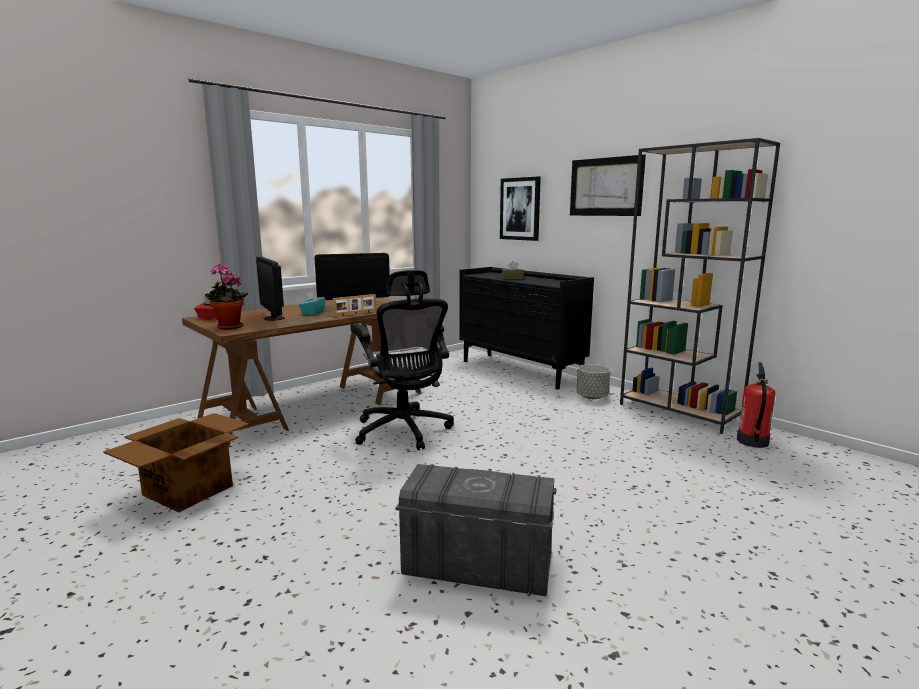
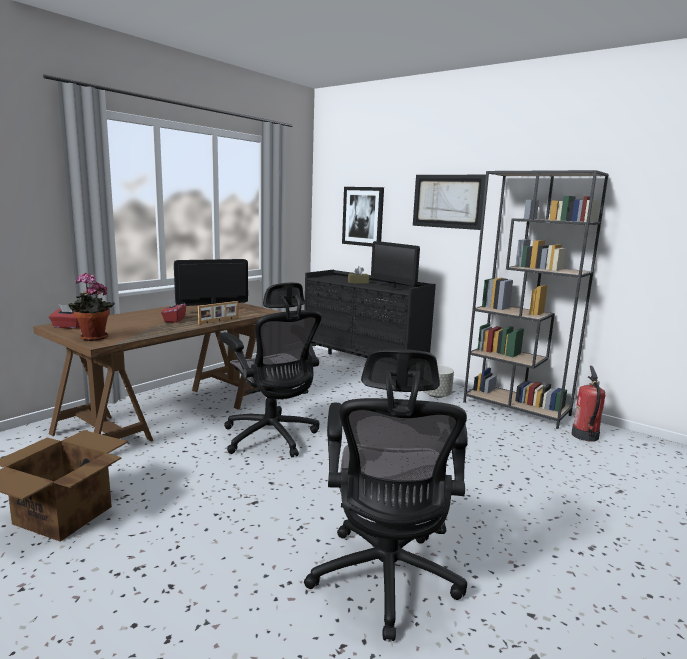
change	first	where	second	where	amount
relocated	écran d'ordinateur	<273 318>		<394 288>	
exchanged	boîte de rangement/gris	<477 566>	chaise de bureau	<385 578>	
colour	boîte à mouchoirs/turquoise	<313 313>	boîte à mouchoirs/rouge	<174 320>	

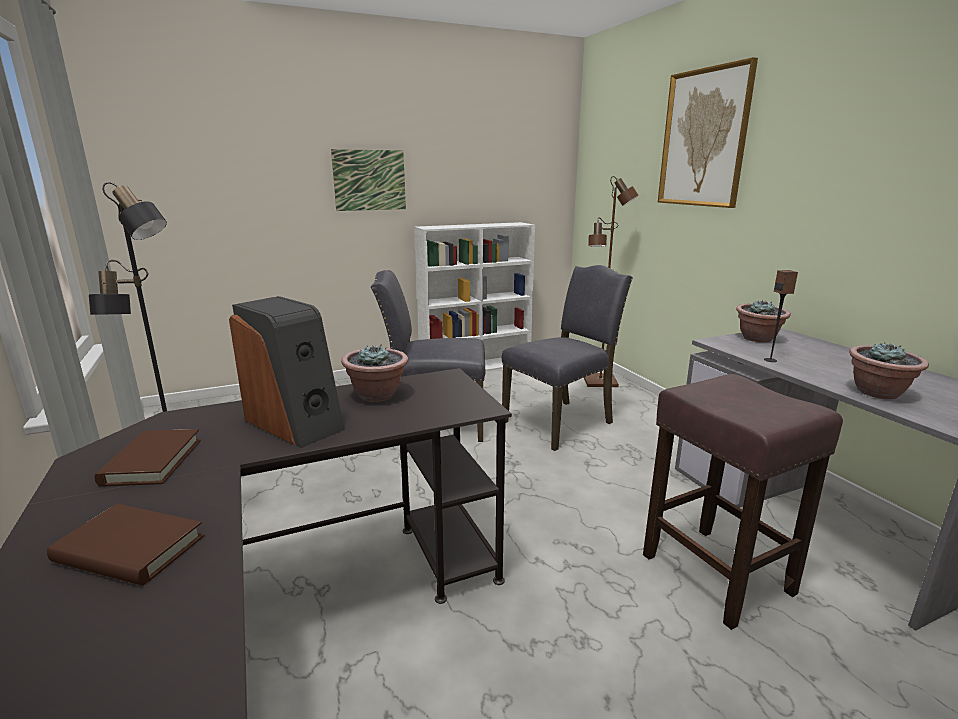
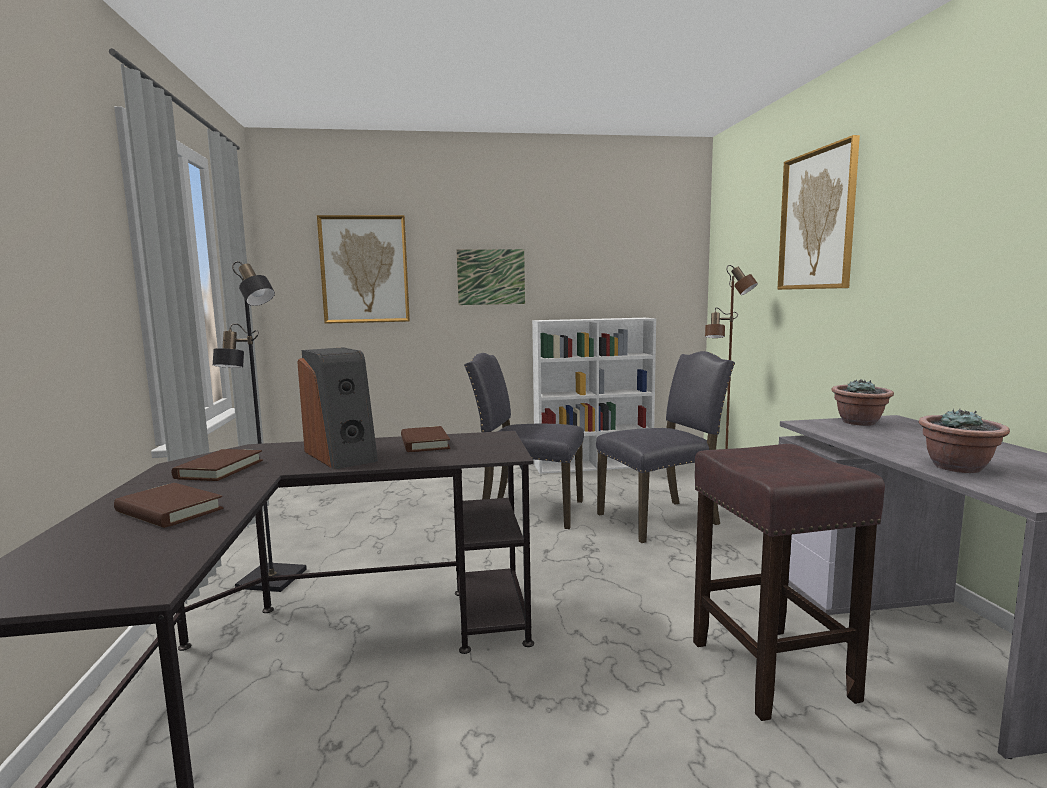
change	first	where	second	where	amount
missing	enceinte	<770 360>			
appeared			tableau	<364 269>	
exchanged	plante en pot	<377 395>	livre/marron	<424 443>	

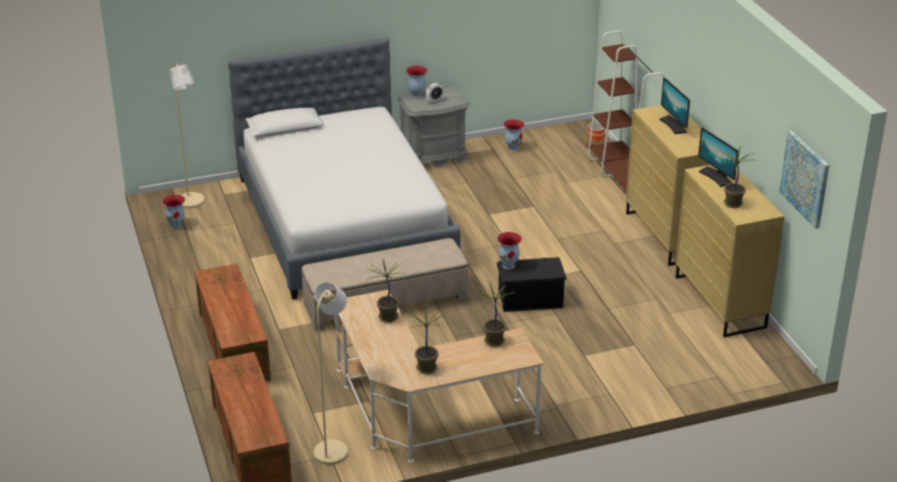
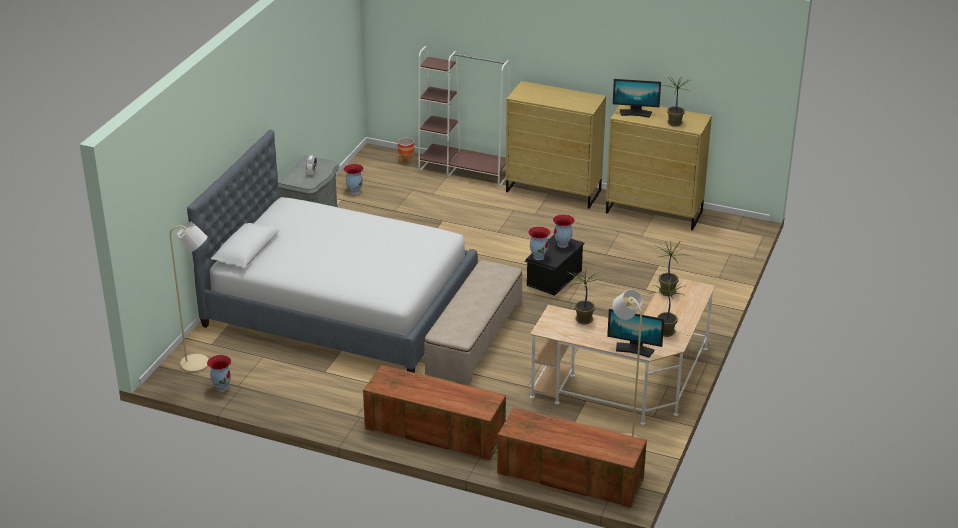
change	first	where	second	where	amount
missing	tableau	<805 178>			
relocated	vase	<417 95>		<563 244>	
relocated	écran d'ordinateur	<674 125>		<634 349>	

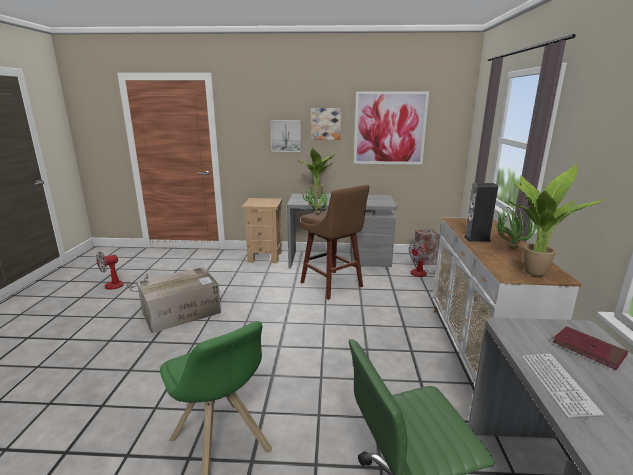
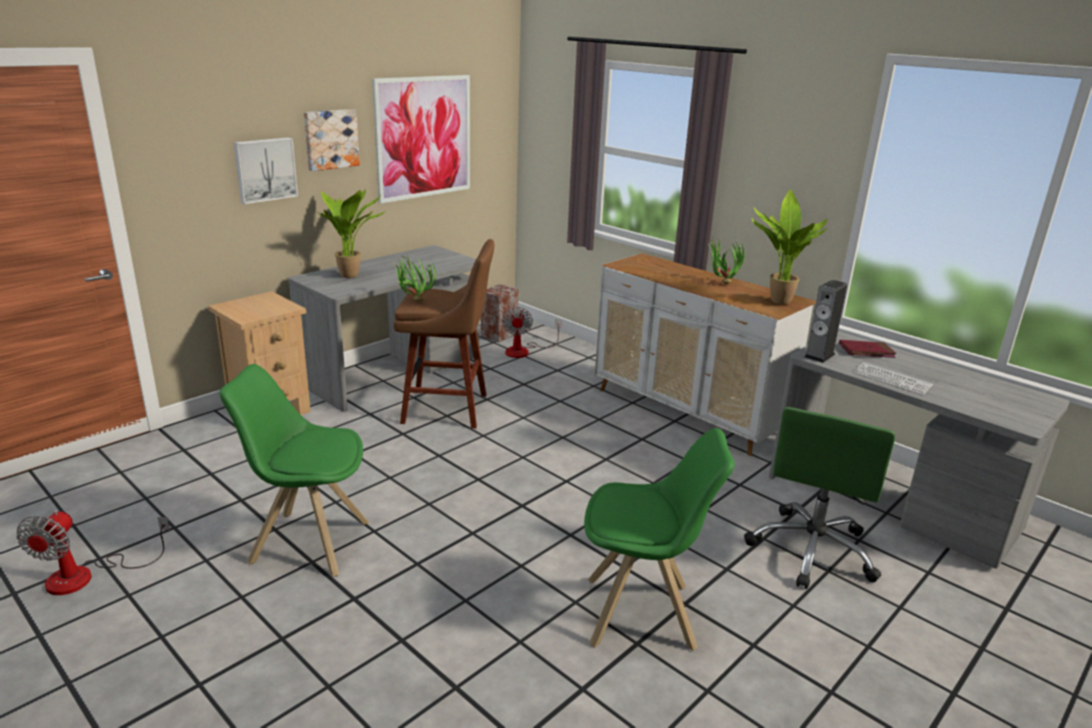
change	first	where	second	where	amount
relocated	enceinte	<477 239>		<819 355>	
exchanged	carton	<182 311>	chaise/vert	<309 542>	

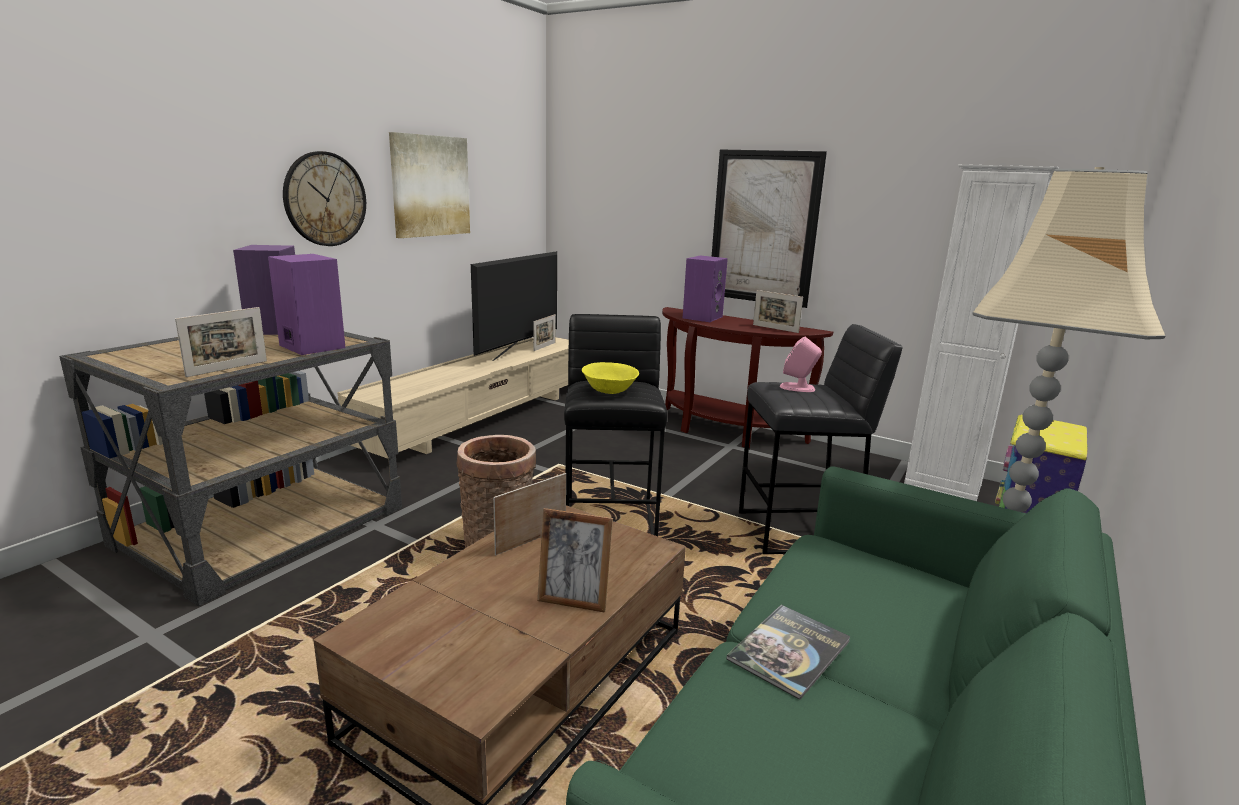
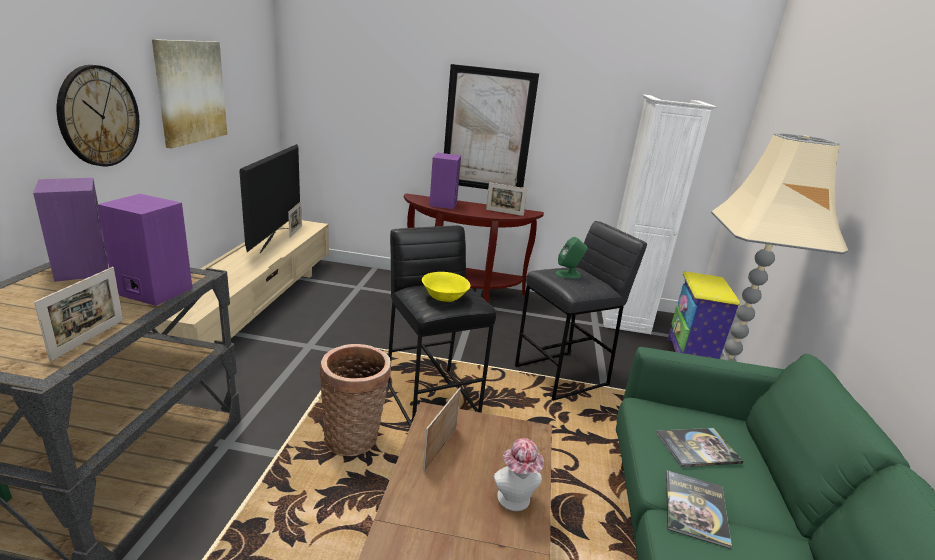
change	first	where	second	where	amount
appeared			livre	<697 448>	
exchanged	cadre photo	<573 600>	chapeau	<515 501>	
colour	enceinte/rose	<798 388>	enceinte/vert	<569 274>	

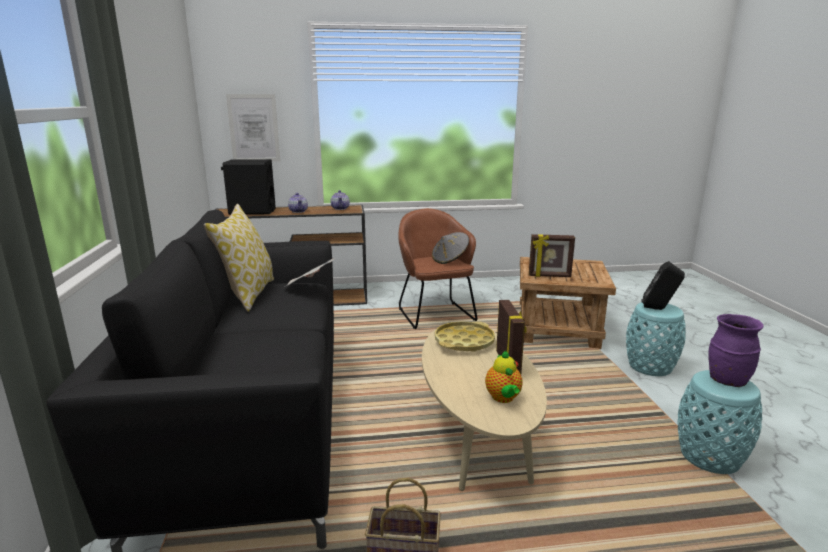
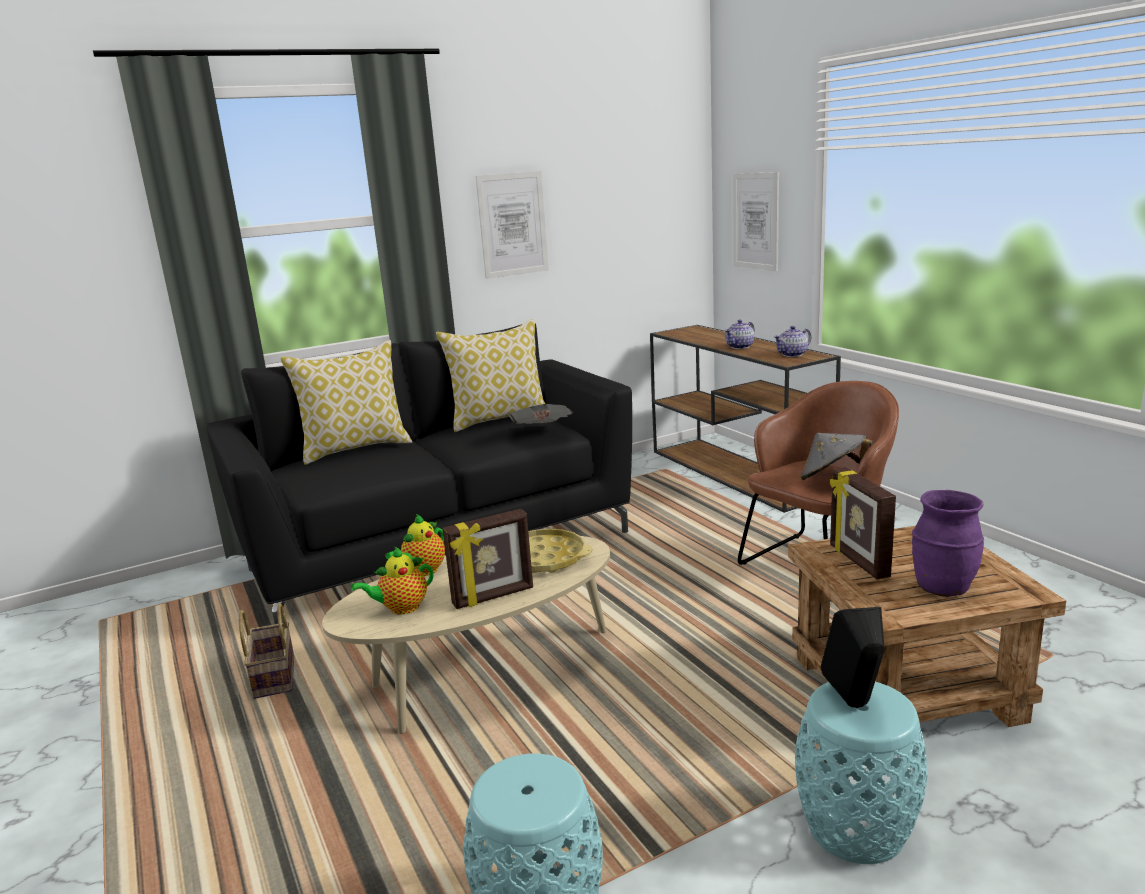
change	first	where	second	where	amount
missing	enceinte/noir	<252 211>			
appeared			coussin	<356 448>	
appeared			théière	<422 571>	
appeared			tableau	<512 224>	
relocated	vase/violet	<726 380>		<942 587>	

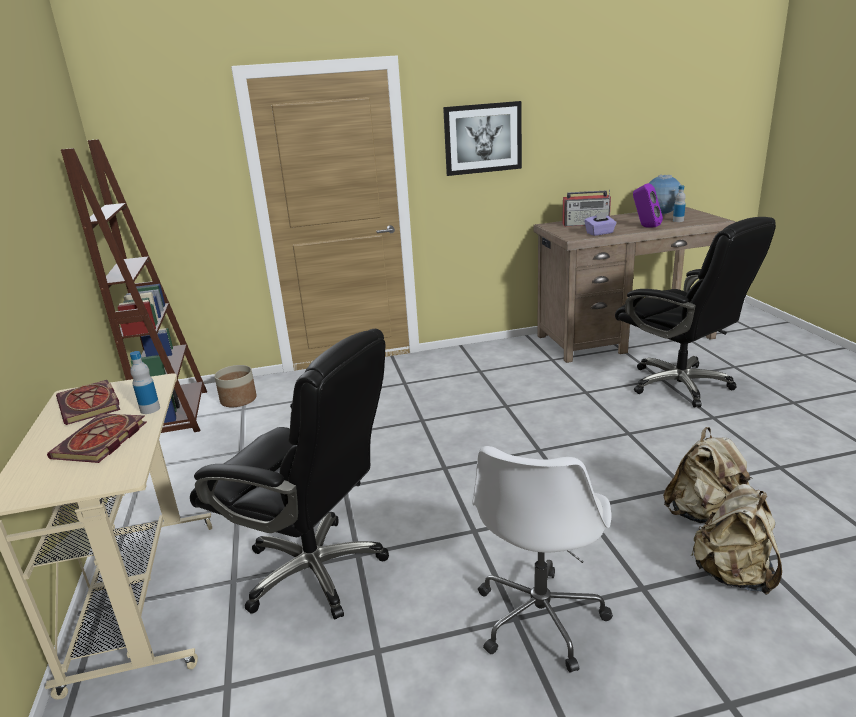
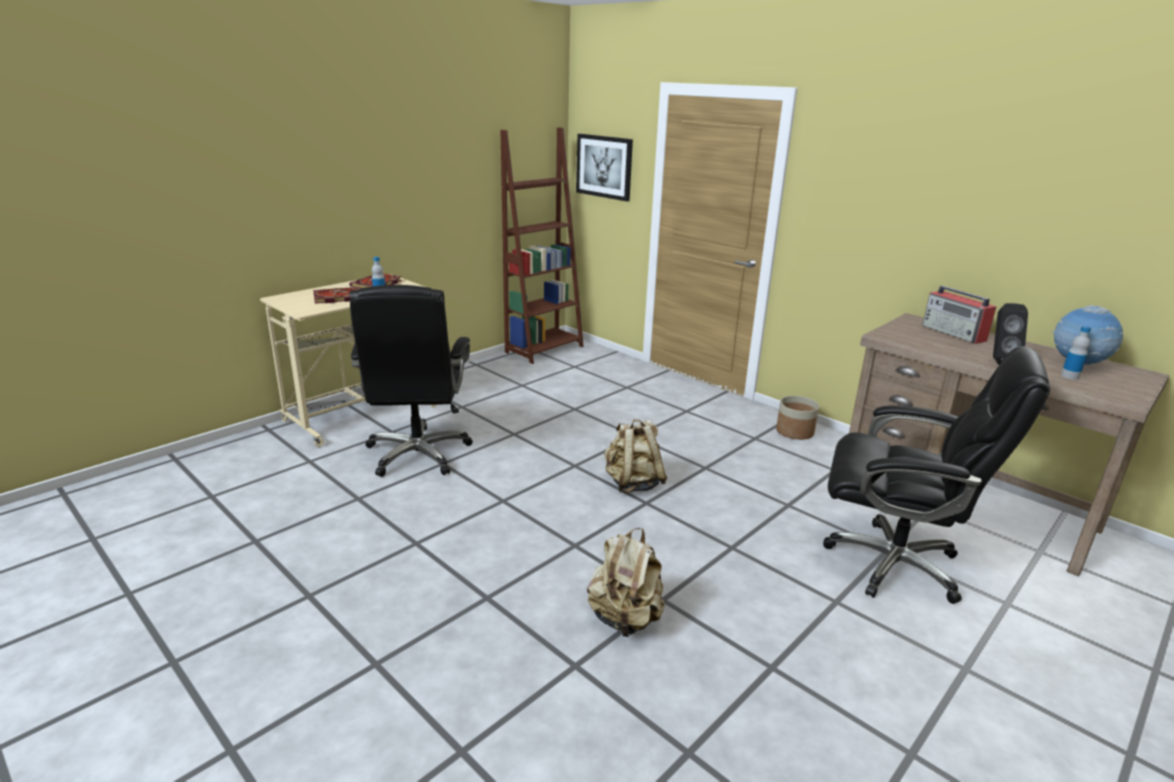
change	first	where	second	where	amount
missing	chaise de bureau/blanc	<539 622>			
missing	boîte à mouchoirs/violet	<600 233>			
relocated	cache-pot	<238 400>		<794 432>	
relocated	tableau	<482 138>		<604 166>	
relocated	sac à dos/beige	<733 574>		<633 484>	
colour	enceinte/violet	<645 227>	enceinte/noir	<999 362>	
spun	chaise de bureau/noir	<677 383>		<890 563>	90 degrees counterclockwise

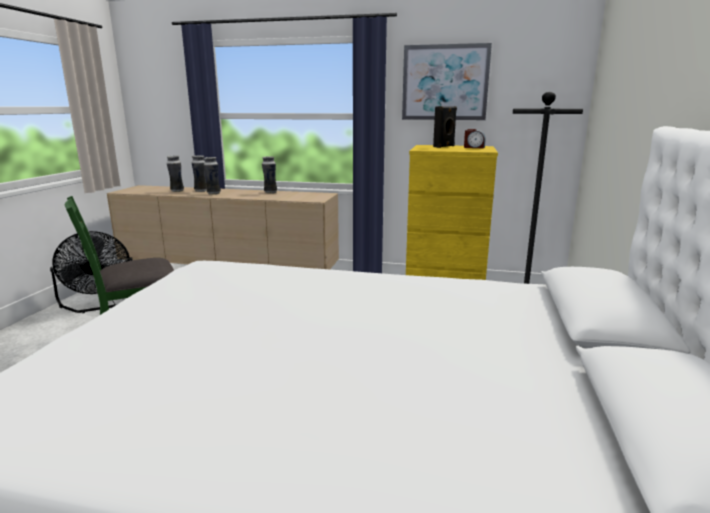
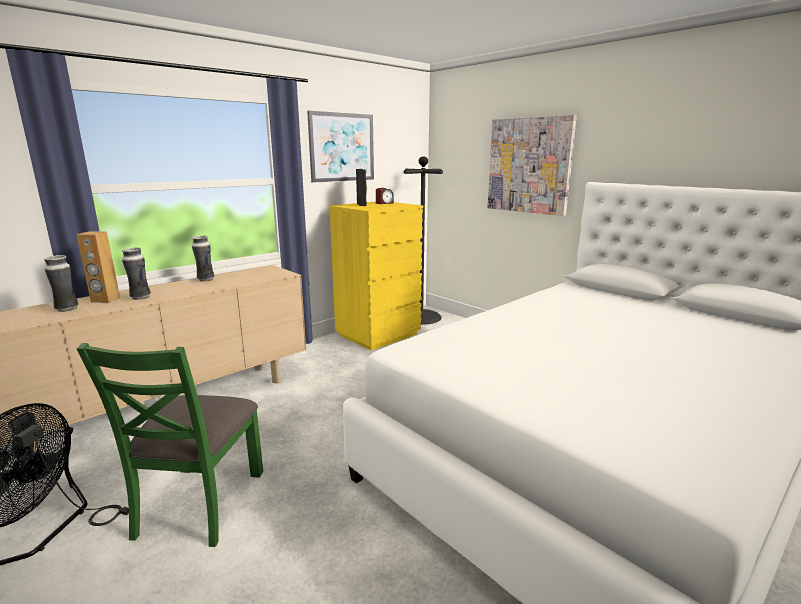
change	first	where	second	where	amount
appeared			tableau	<529 165>	
exchanged	vase	<201 191>	enceinte/marron	<105 300>	

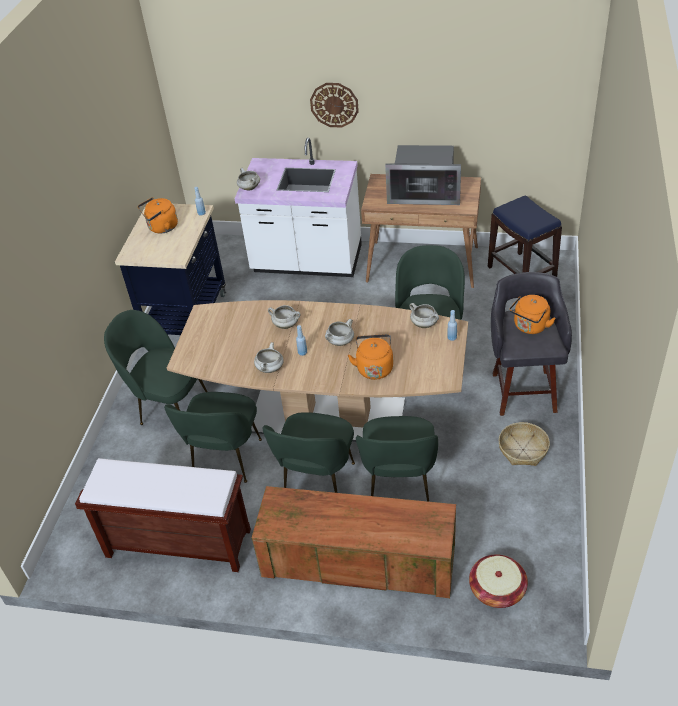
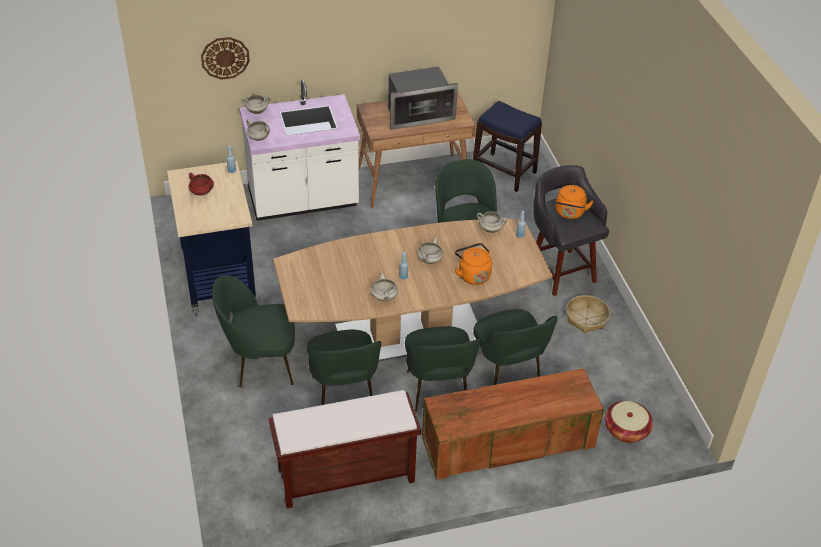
change	first	where	second	where	amount
relocated	marmite/blanc	<286 325>		<257 111>	
relocated	horloge murale	<334 104>		<225 58>	
exchanged	bouilloire/orange	<161 228>	marmite/rouge	<201 192>	

